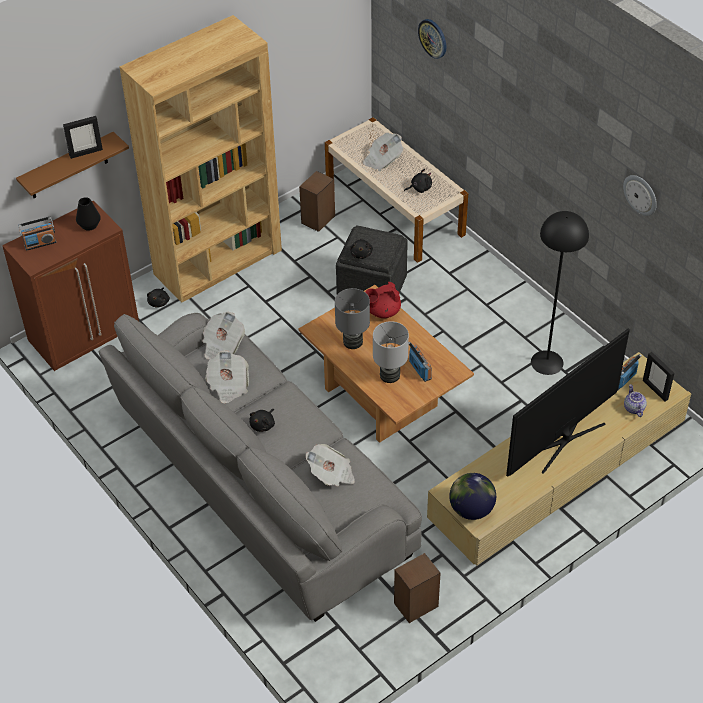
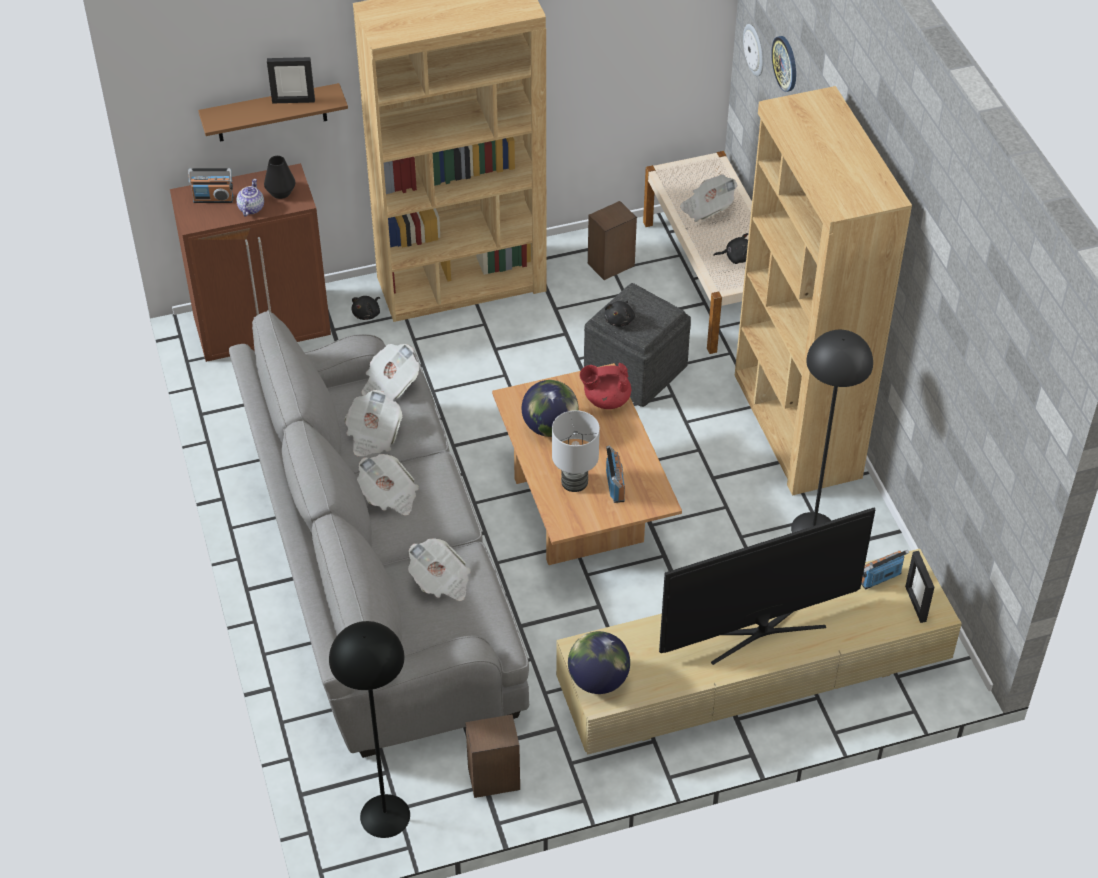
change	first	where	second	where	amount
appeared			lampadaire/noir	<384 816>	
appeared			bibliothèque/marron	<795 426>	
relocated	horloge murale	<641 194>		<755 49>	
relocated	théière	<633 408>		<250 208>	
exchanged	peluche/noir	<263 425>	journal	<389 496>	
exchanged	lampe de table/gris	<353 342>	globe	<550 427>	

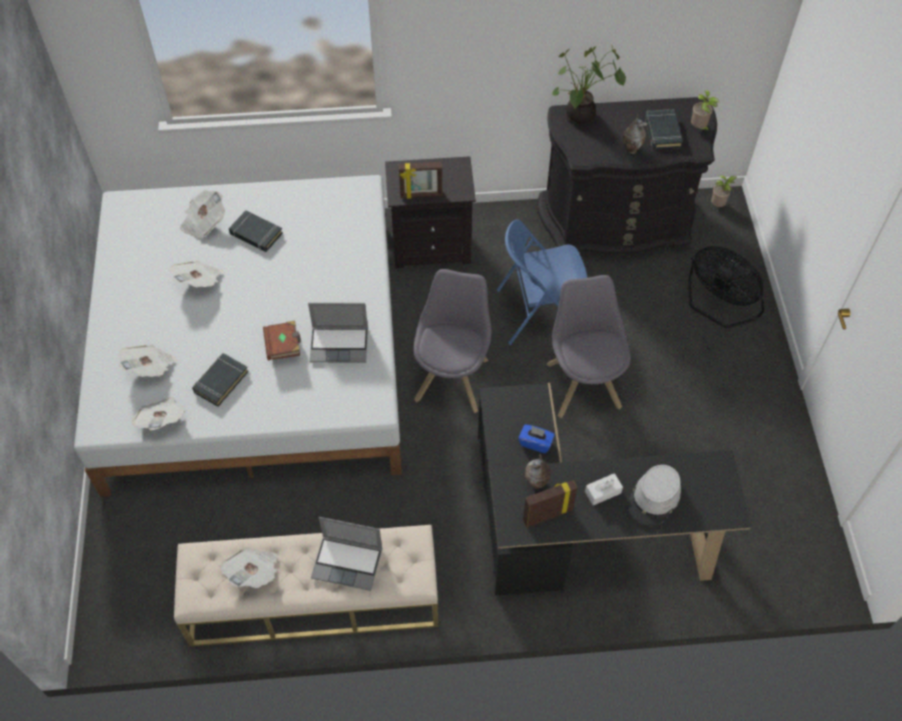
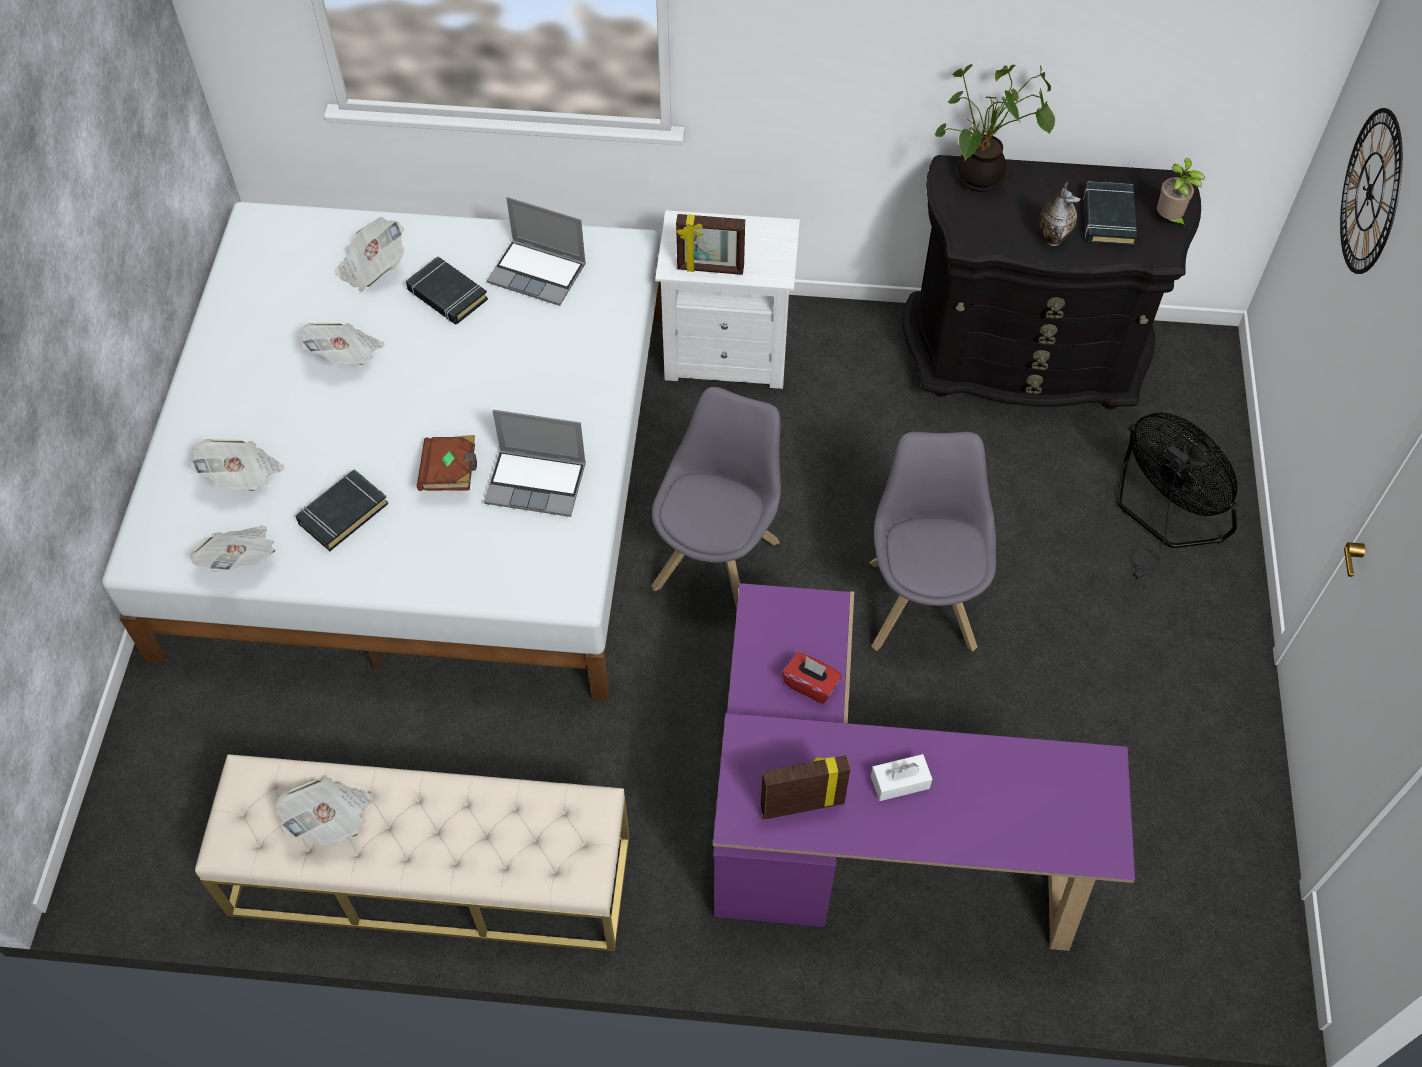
change	first	where	second	where	amount
missing	chaise/bleu	<541 311>			
missing	vase	<537 483>			
missing	chapeau/gris	<654 498>			
missing	plante en pot	<718 205>			
appeared			horloge murale	<1370 192>	
relocated	ordinateur portable	<348 563>		<539 273>	
colour	table de chevet/noir	<431 245>	table de chevet/blanc	<728 353>	
colour	bureau/noir	<576 529>	bureau/violet	<865 831>	
colour	boîte à mouchoirs/bleu	<535 443>	boîte à mouchoirs/rouge	<811 685>	

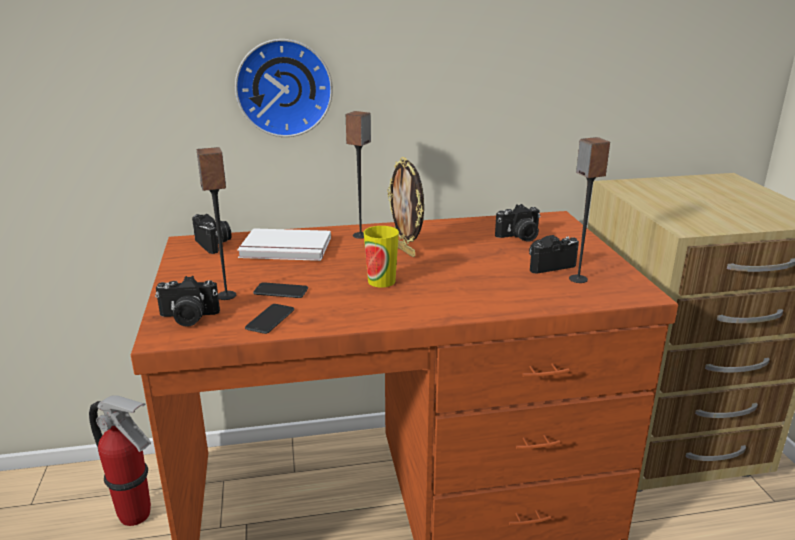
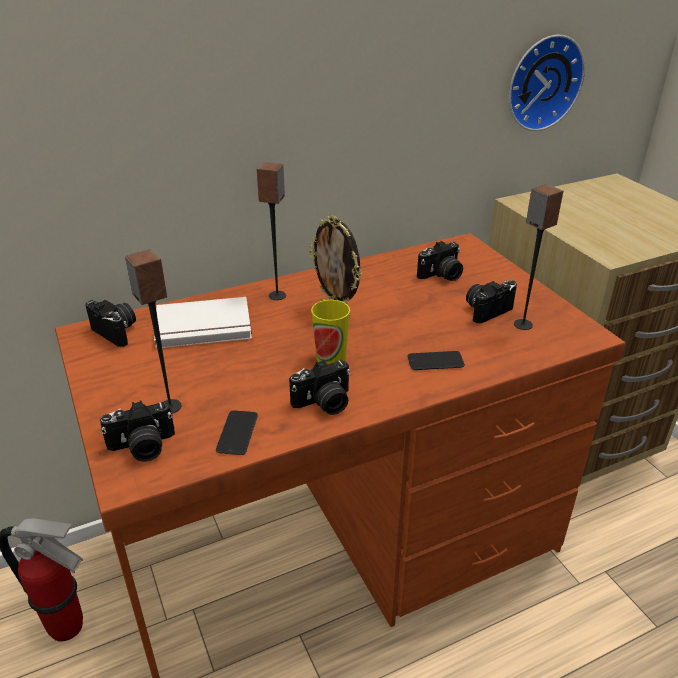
change	first	where	second	where	amount
appeared			appareil photo	<324 403>	
relocated	horloge murale	<284 87>		<541 82>	
relocated	téléphone	<281 291>		<435 361>	

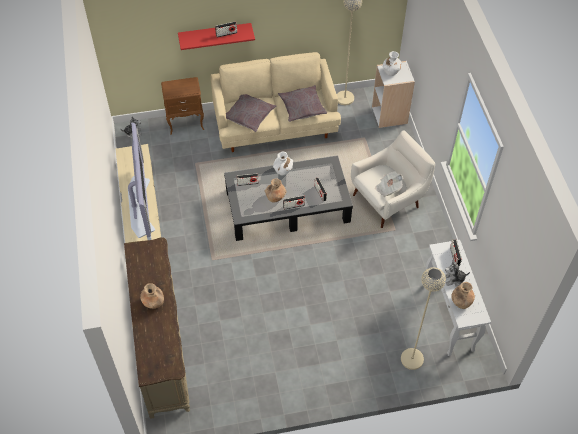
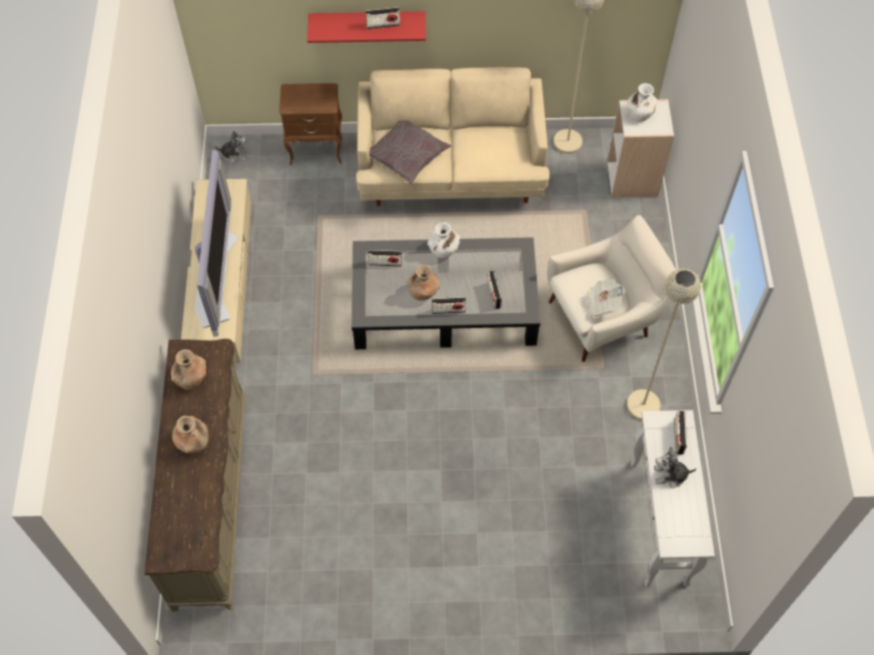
change	first	where	second	where	amount
missing	coussin/gris	<302 107>			
relocated	lampadaire/beige	<411 359>		<642 405>	
relocated	vase/marron	<461 301>		<191 378>	

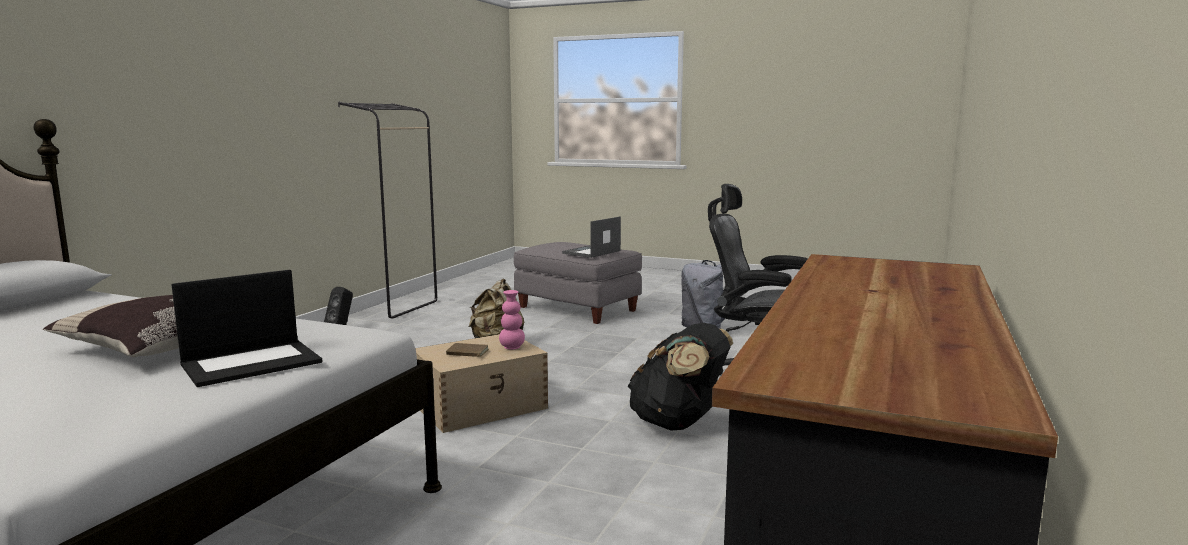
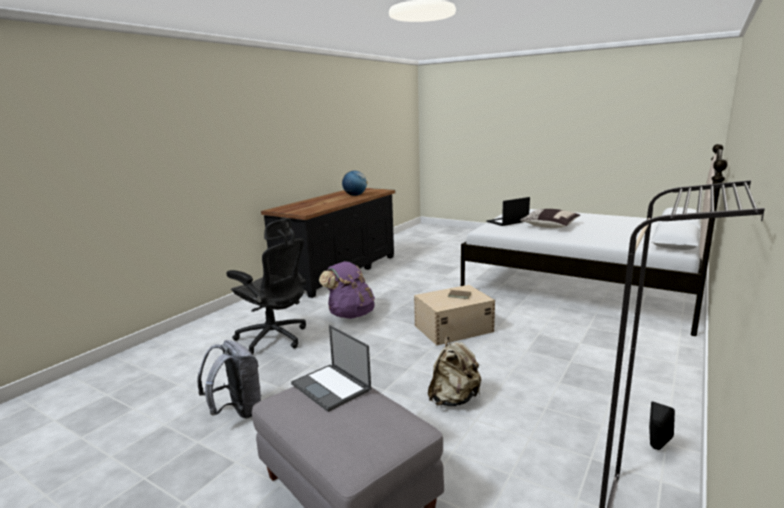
change	first	where	second	where	amount
missing	vase/rose	<512 348>			
appeared			globe	<355 195>	
colour	sac à dos/noir	<678 423>	sac à dos/violet	<350 314>	
spun	ordinateur portable	<591 252>		<331 387>	90 degrees clockwise

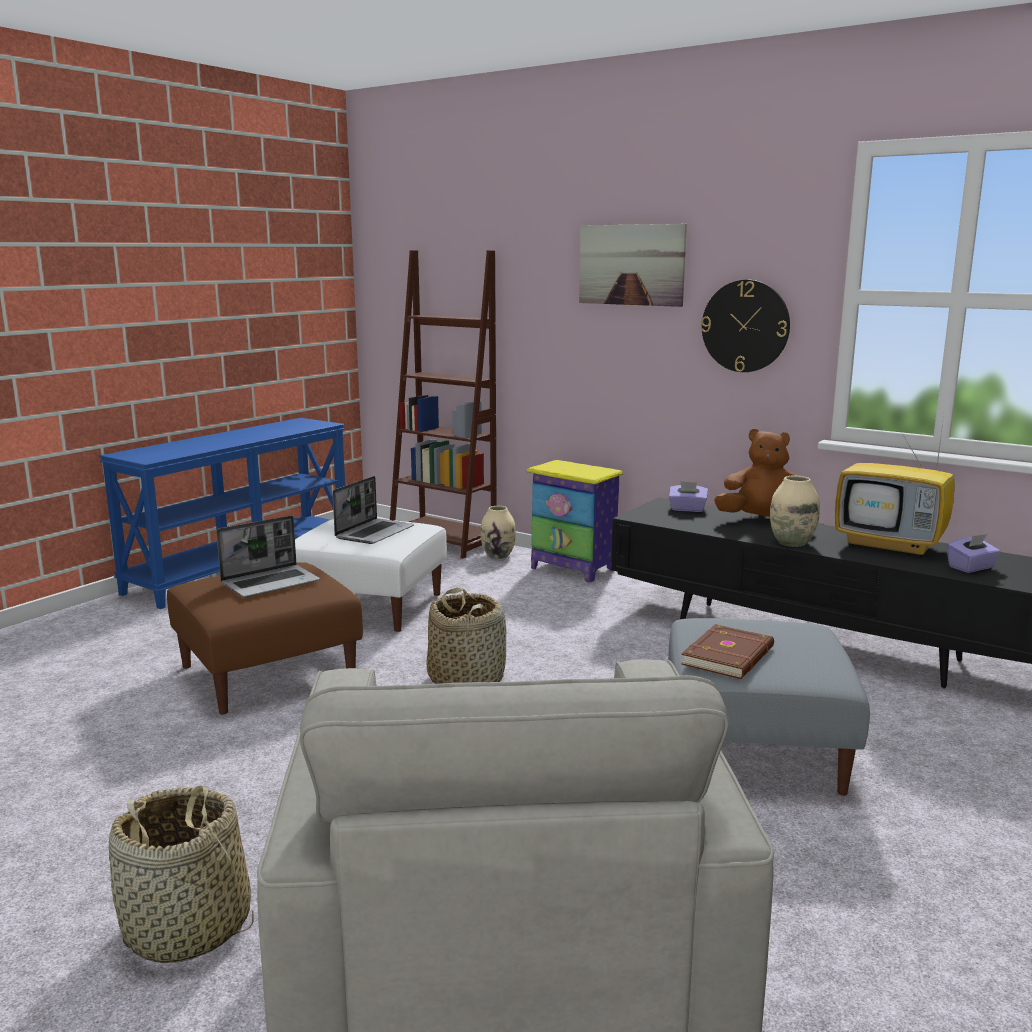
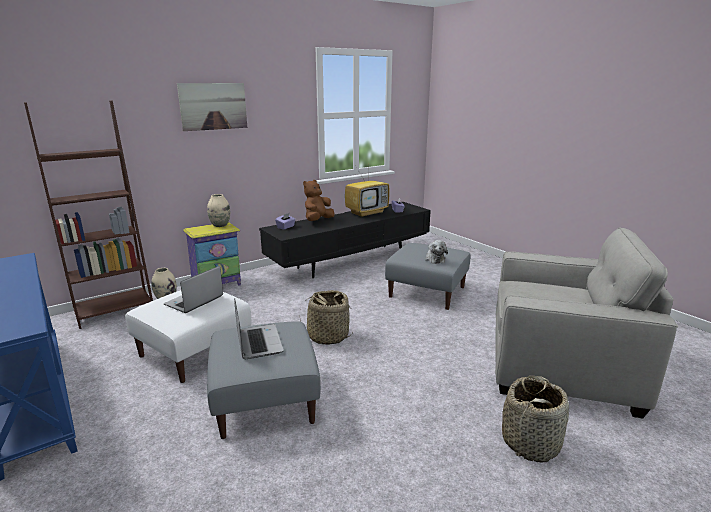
change	first	where	second	where	amount
missing	horloge murale	<745 326>			
relocated	vase/beige	<791 543>		<220 225>	
exchanged	livre/marron	<730 656>	peluche	<434 259>	
colour	pouf/marron	<268 672>	pouf/gris	<264 399>	
spun	ordinateur portable	<374 533>		<194 301>	105 degrees counterclockwise

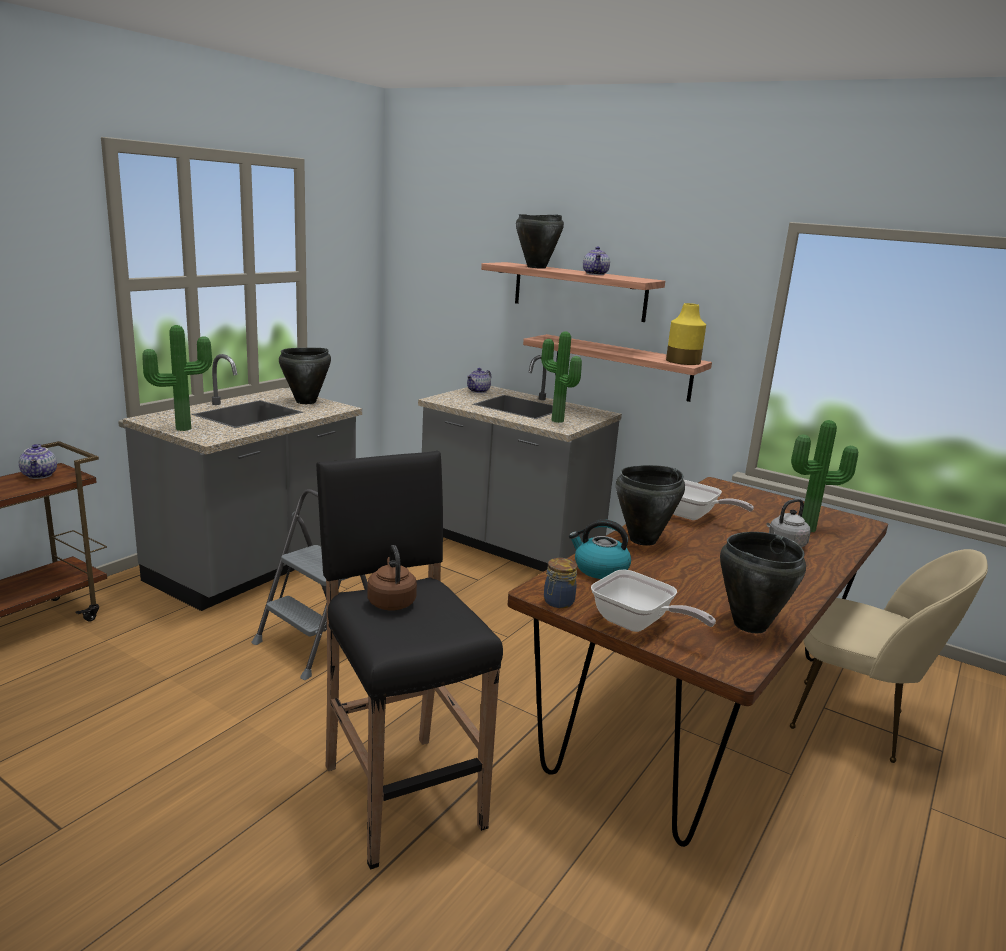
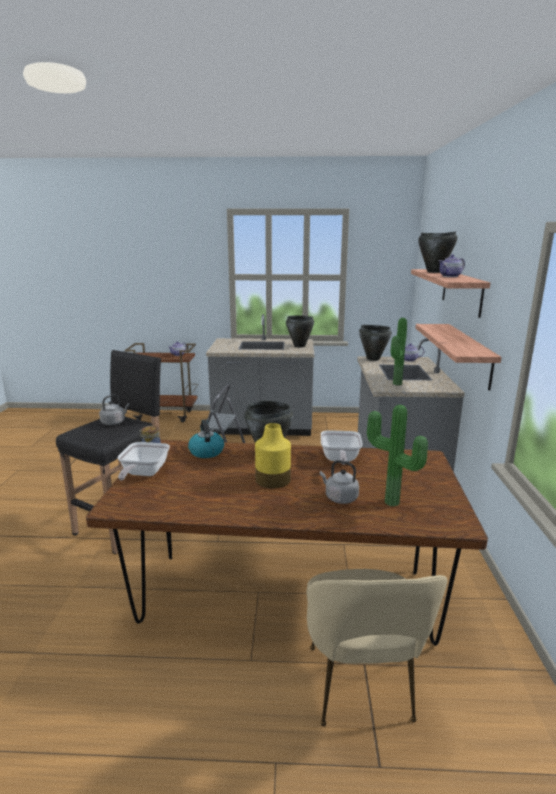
change	first	where	second	where	amount
missing	plante en pot	<182 428>			
relocated	vase/jaune	<683 361>		<273 479>	
relocated	marmite/noir	<749 625>		<373 359>	
colour	bouilloire/marron	<391 602>	bouilloire/gris	<114 422>	

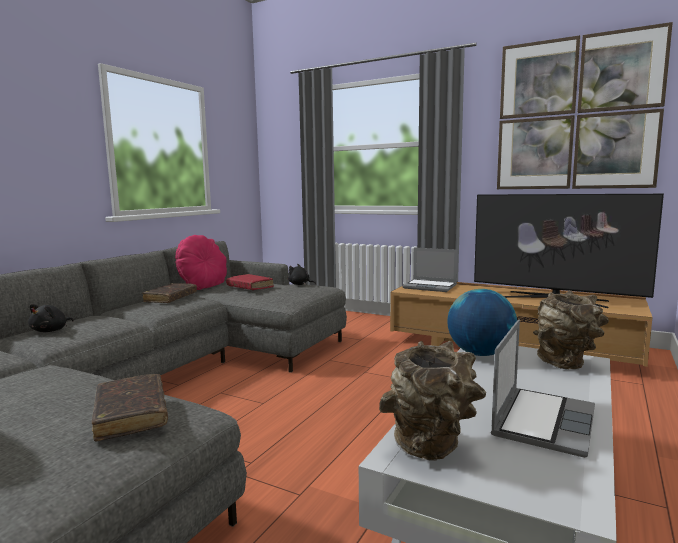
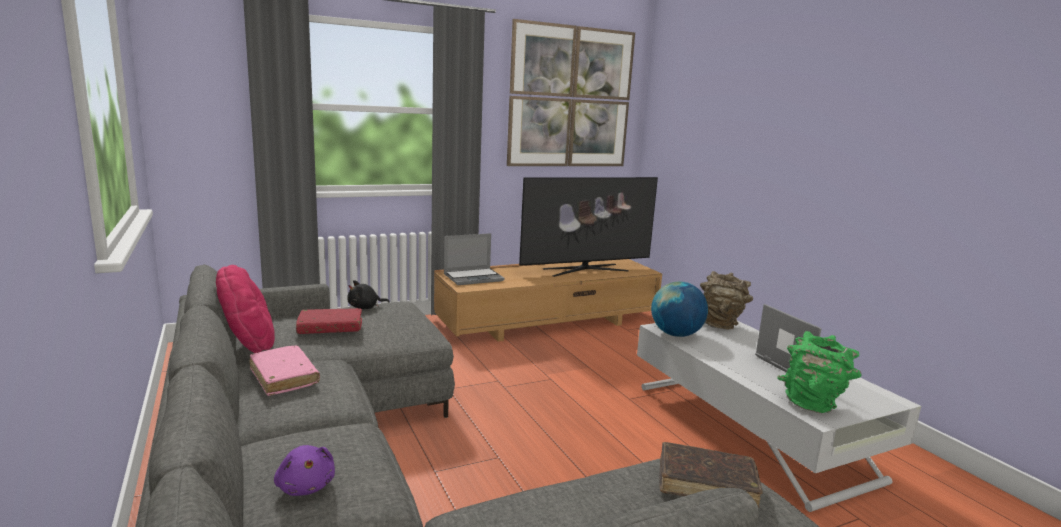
change	first	where	second	where	amount
colour	peluche/noir	<51 330>	peluche/violet	<306 486>	
colour	livre/marron	<171 298>	livre/rose	<284 377>	
colour	vase/marron	<432 447>	vase/vert	<813 404>	

